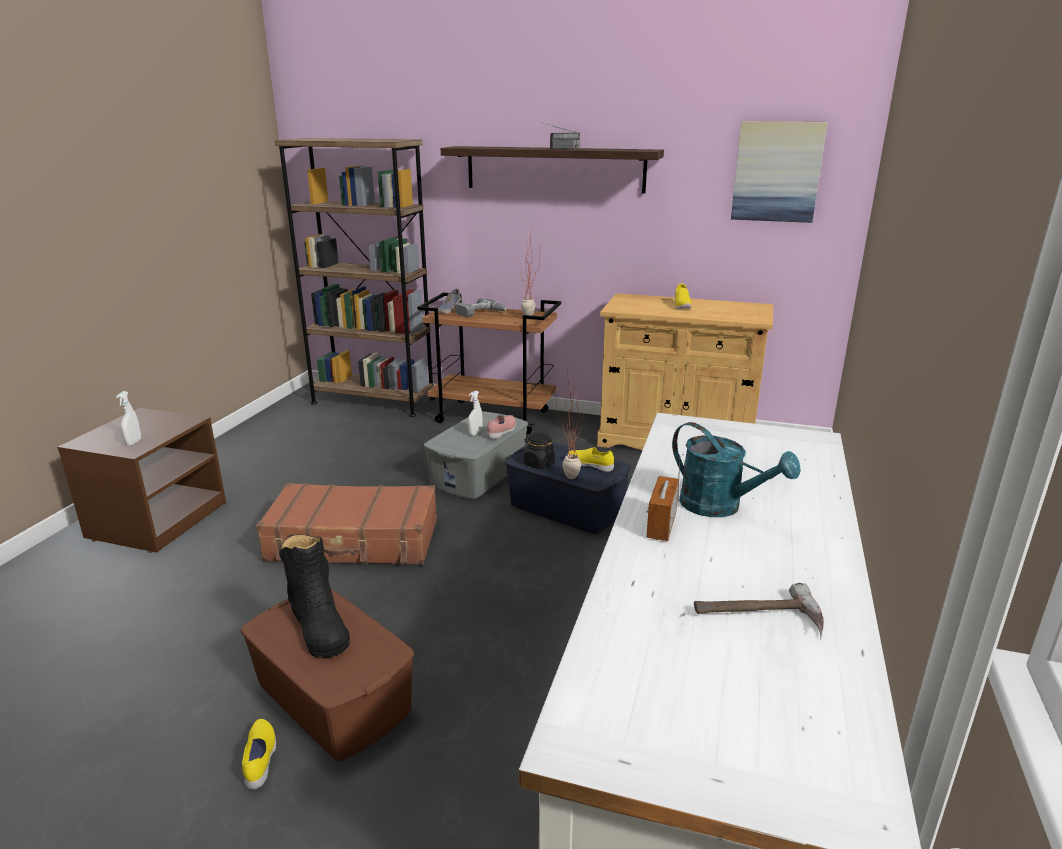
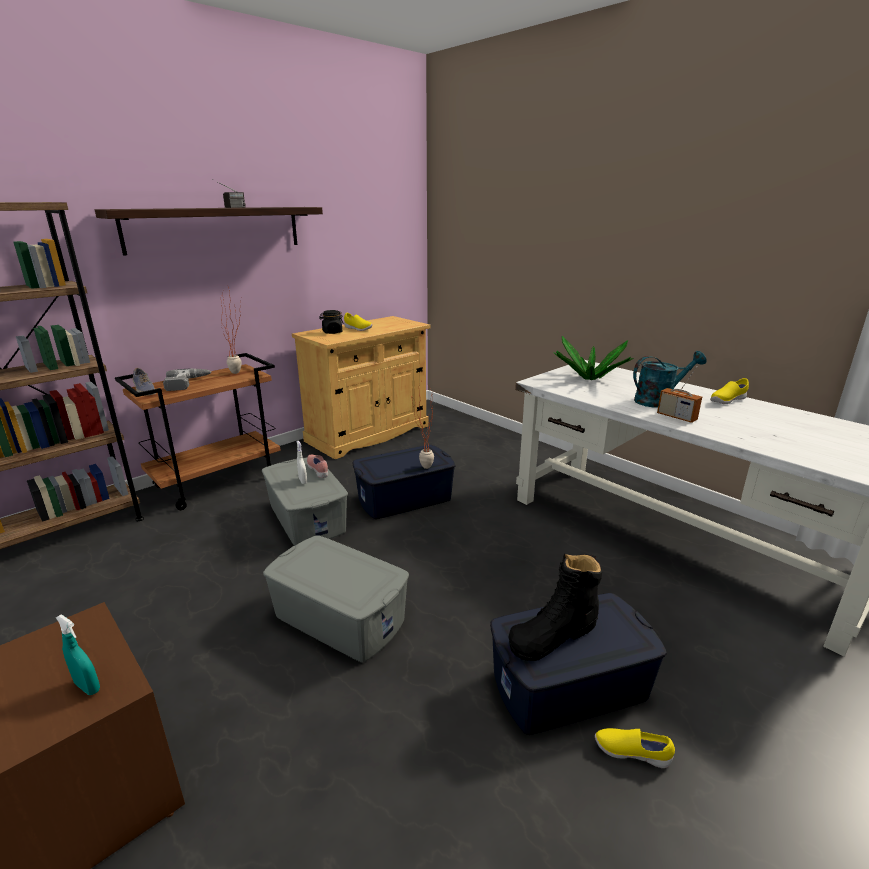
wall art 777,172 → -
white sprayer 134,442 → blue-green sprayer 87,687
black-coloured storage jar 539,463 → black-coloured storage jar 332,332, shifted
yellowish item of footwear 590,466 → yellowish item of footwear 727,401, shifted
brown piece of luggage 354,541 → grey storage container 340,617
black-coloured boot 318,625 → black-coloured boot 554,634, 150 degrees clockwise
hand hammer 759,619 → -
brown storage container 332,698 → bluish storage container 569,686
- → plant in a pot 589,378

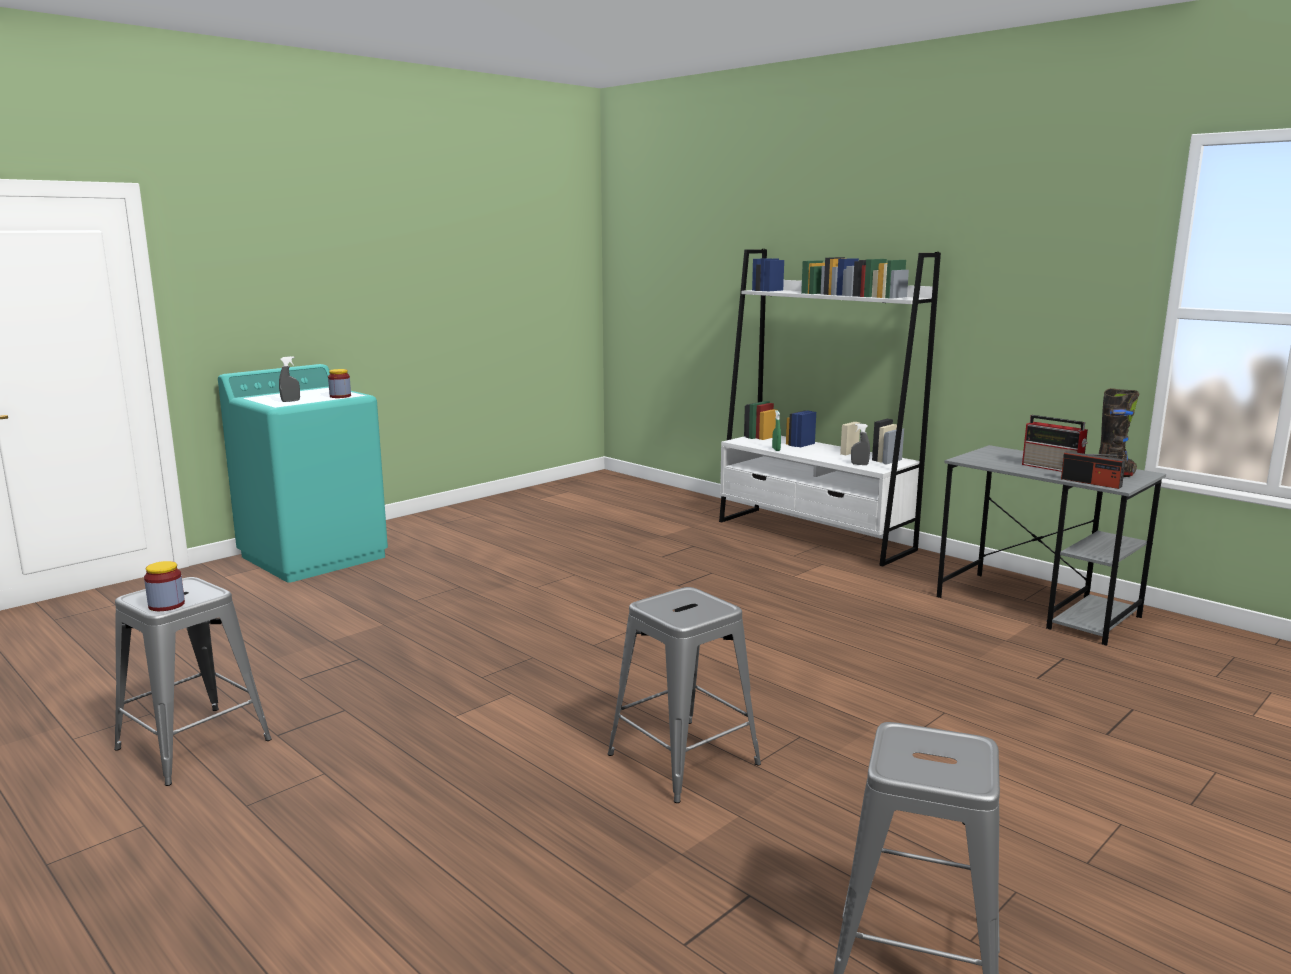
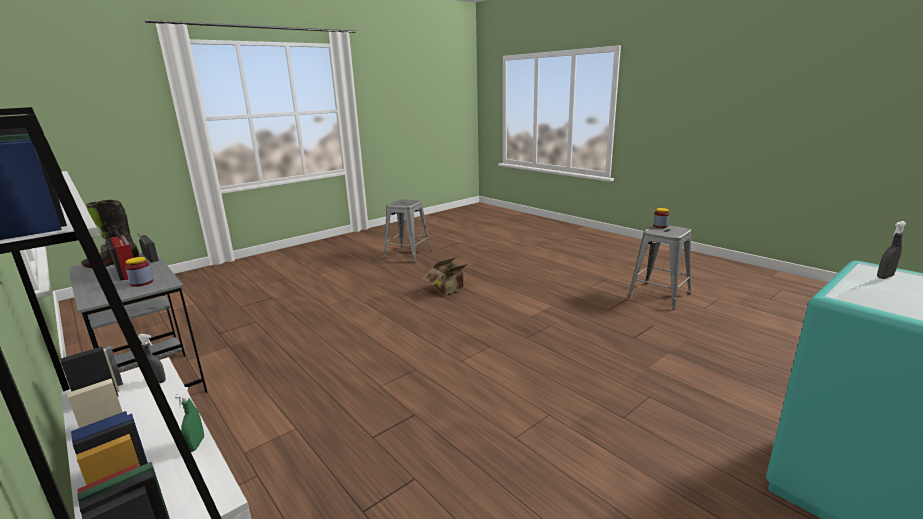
storage jar 340,396 → storage jar 142,283, shifted
grey sitting stool 683,759 → cardboard box 450,290

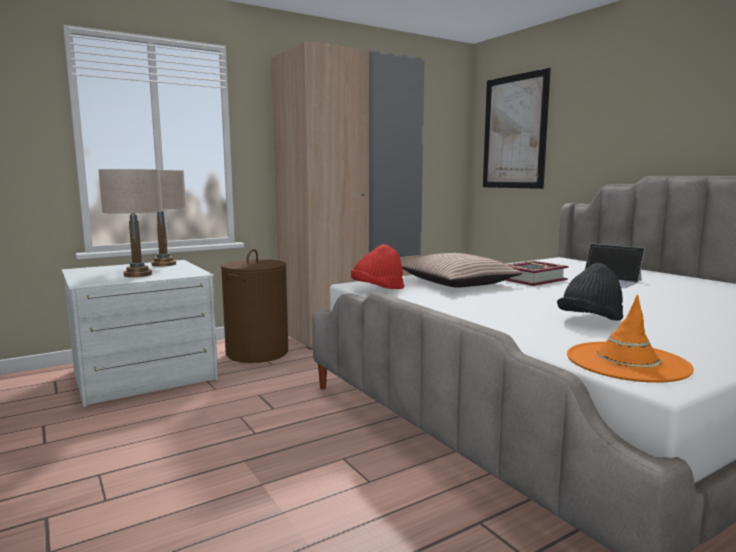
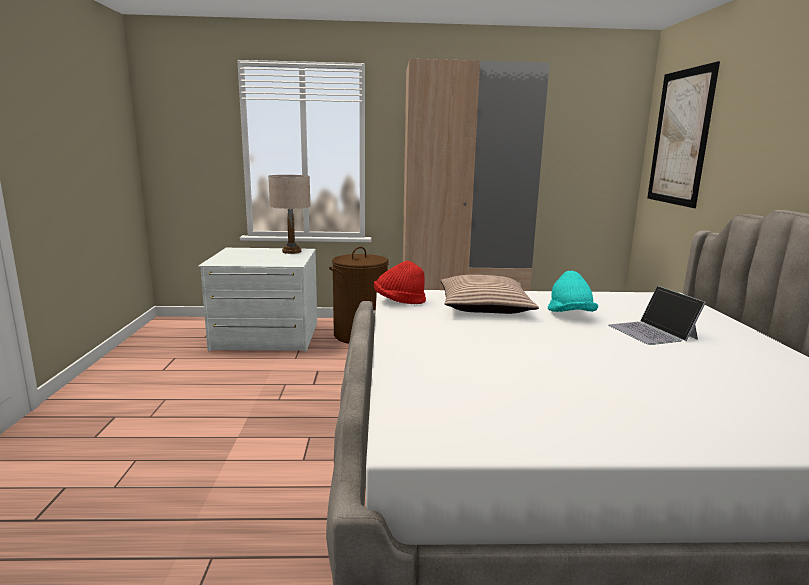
sand-coloured lamp for a table 137,274 → -
bound book 532,279 → blue-green wearable hat 570,315
black-coloured wearable hat 590,321 → -
orange-coloured wearable hat 627,362 → -

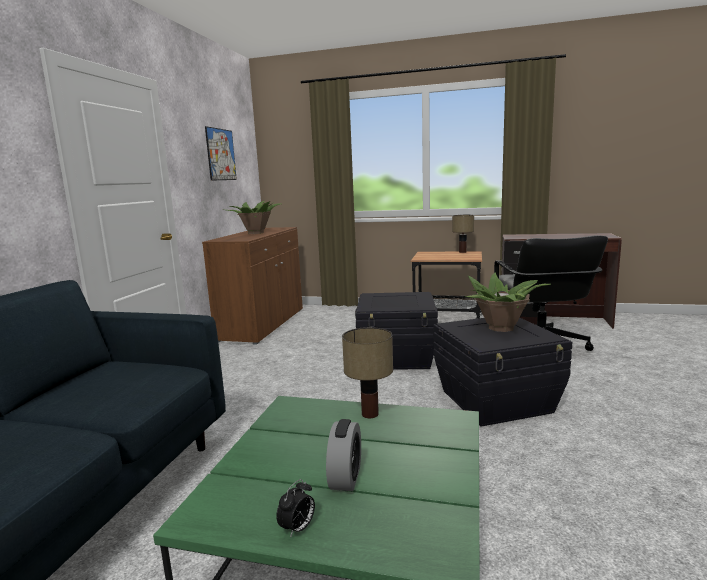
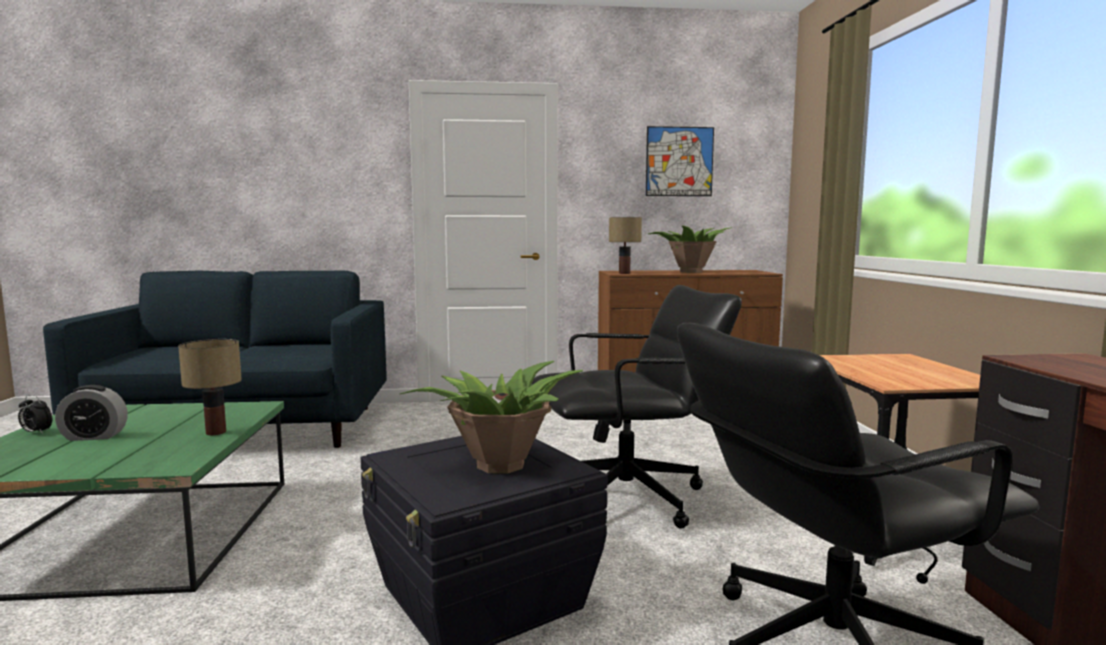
lamp for a table 463,252 → lamp for a table 624,273, shifted
black-coloured storage container 397,357 → black-coloured office chair 628,499

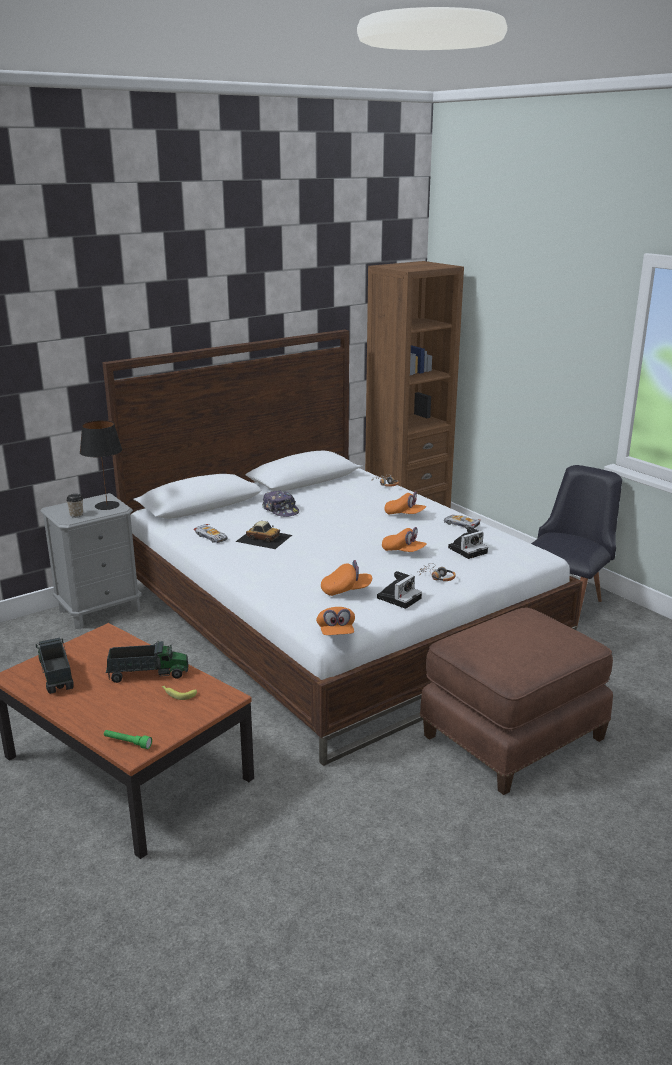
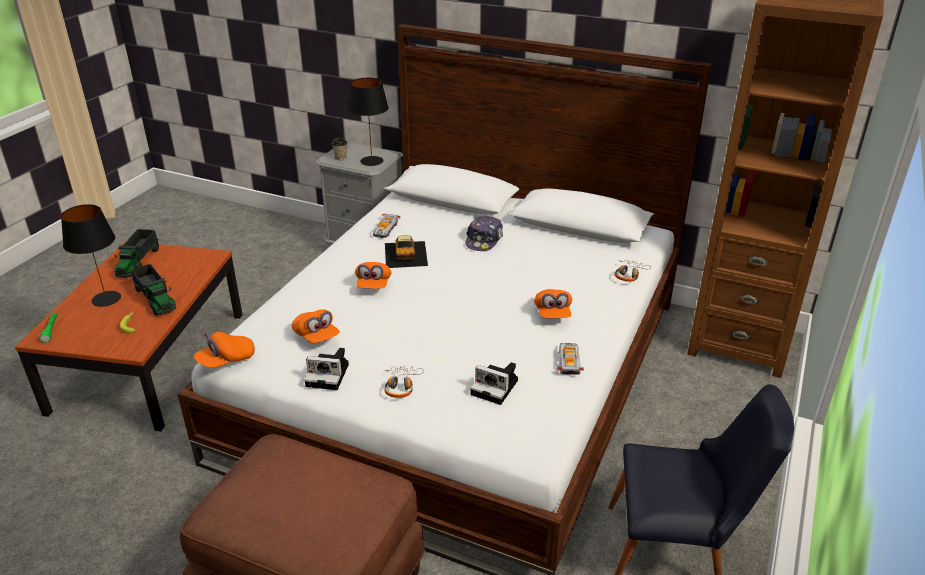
orange-coloured peaked cap 403,551 → orange-coloured peaked cap 373,285, shifted
toy lorry 55,674 → toy lorry 138,262, 150 degrees clockwise
- → black-coloured lamp for a table 105,299

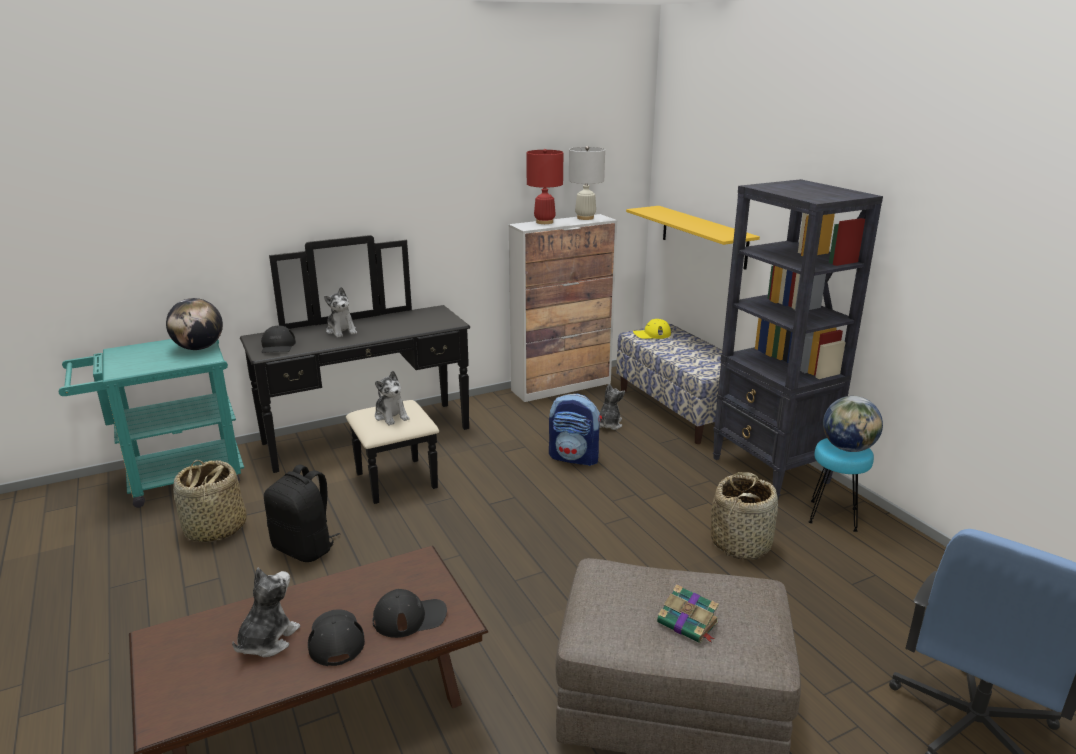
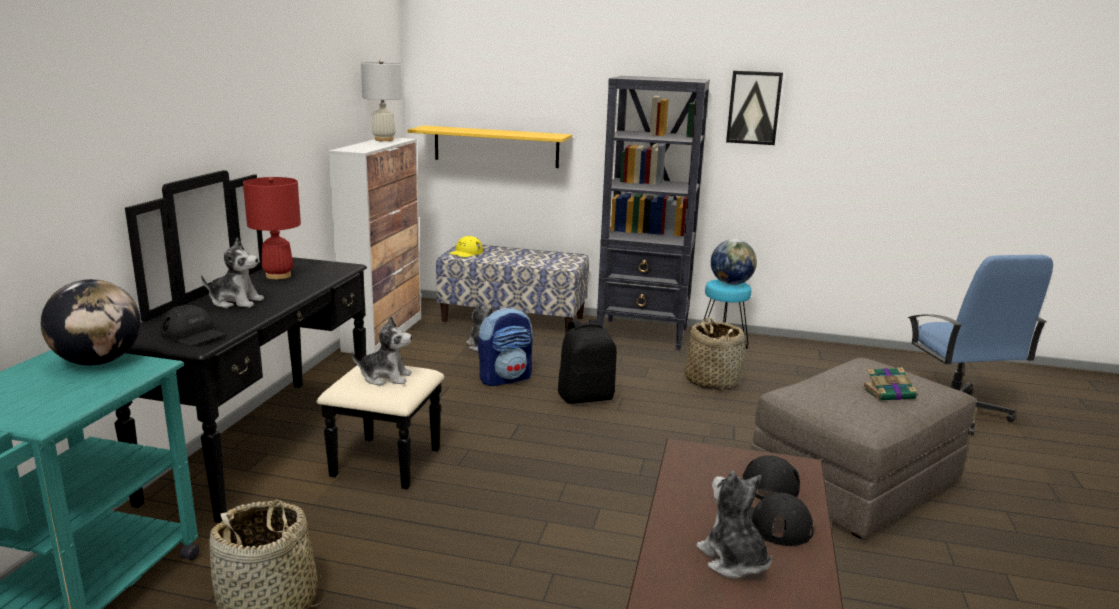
reddish lamp for a table 544,222 → reddish lamp for a table 278,276, shifted
black-coloured knapsack 305,548 → black-coloured knapsack 586,397, shifted
- → wall art 754,107

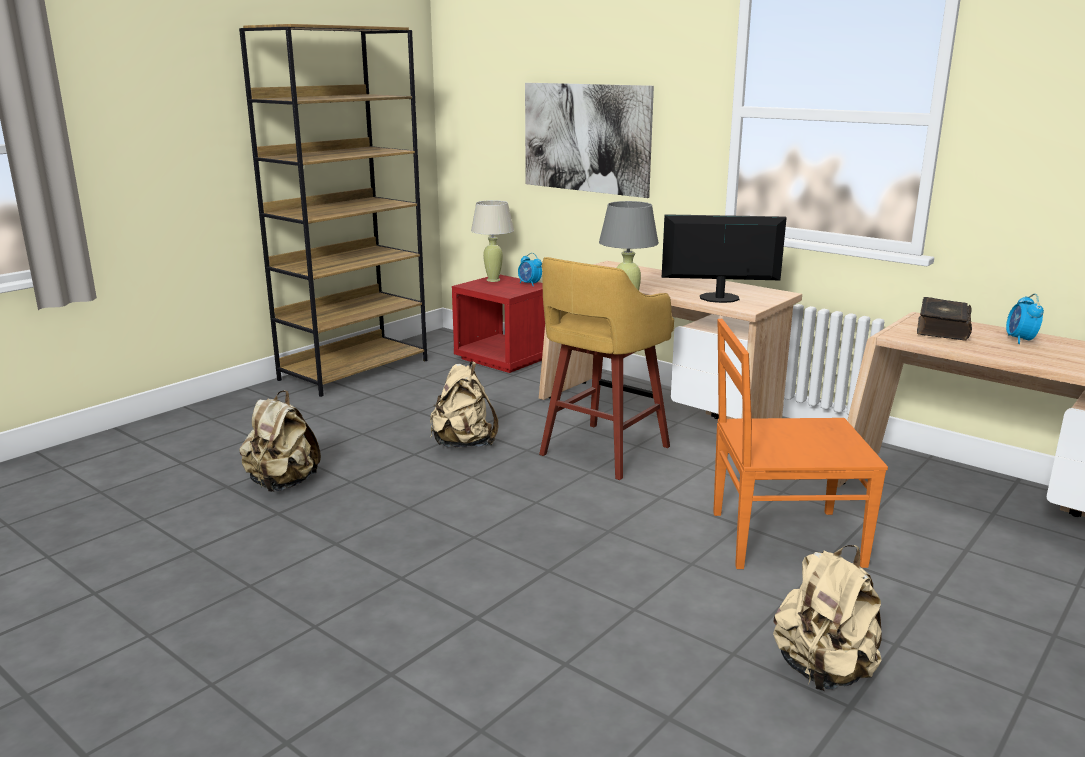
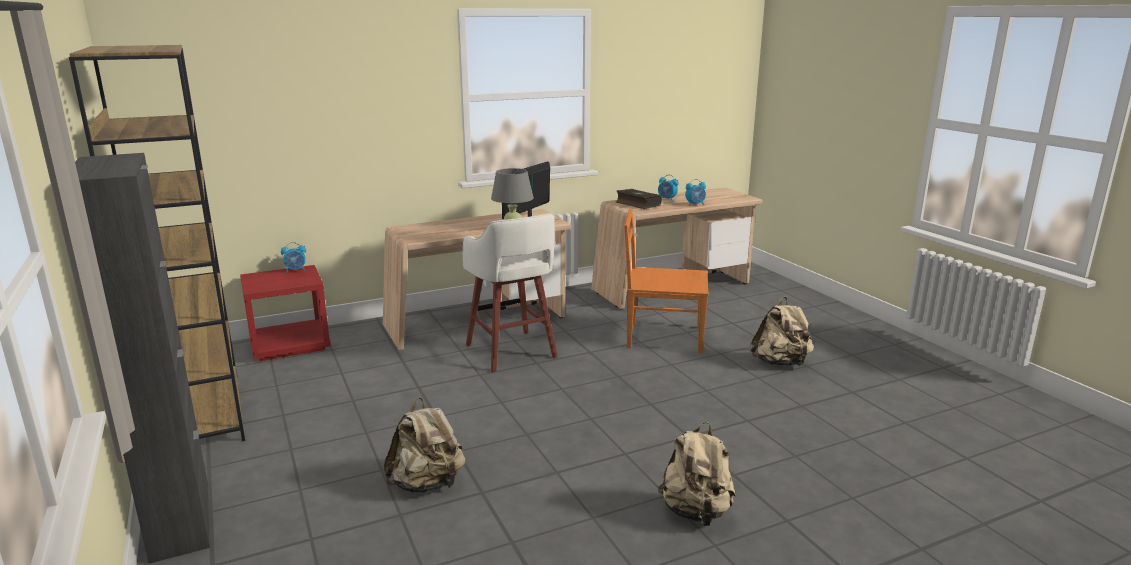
wall art 586,138 → -
sand-coloured lamp for a table 493,280 → -
yellowish sitting stool 602,452 → white sitting stool 511,352
orange-coloured plain chair 781,538 → orange-coloured plain chair 662,337, 75 degrees clockwise
sand-coloured knapsack 464,444 → sand-coloured knapsack 696,512, shifted
- → black-coloured cabinet 180,520
- → alarm clock 695,204

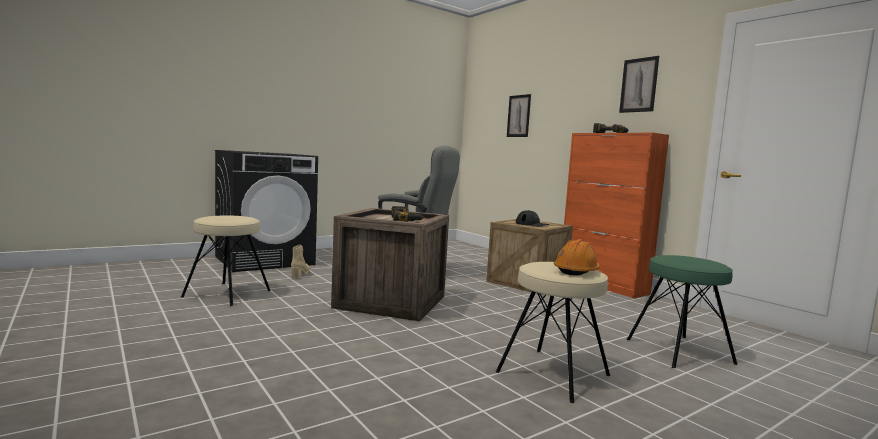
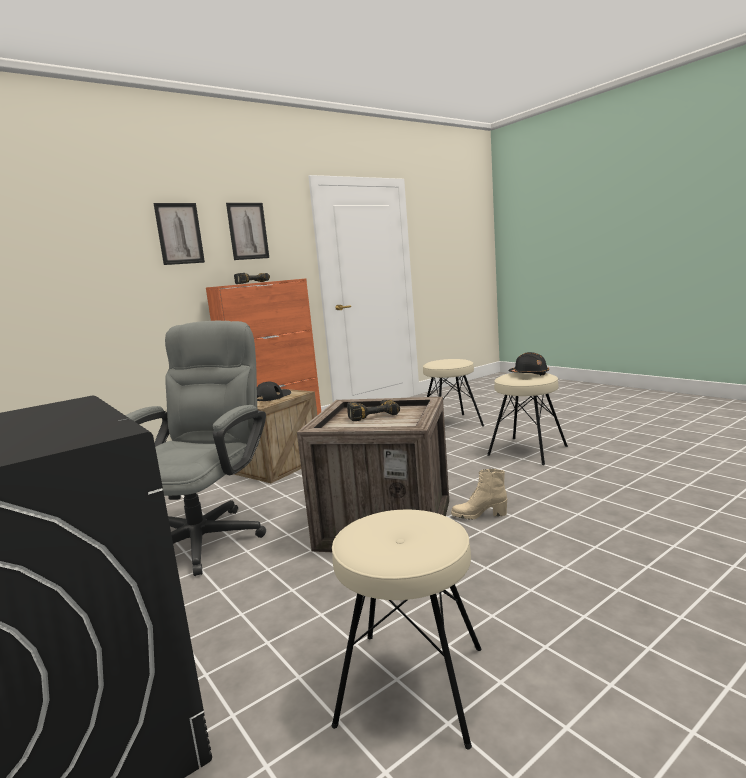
wall art 518,116 → wall art 179,233, shifted
orange-coloured work helmet 576,271 → black-coloured work helmet 529,374
sand-coloured boot 300,274 → sand-coloured boot 479,515, shifted
green sitting stool 679,351 → sand-coloured sitting stool 451,423

